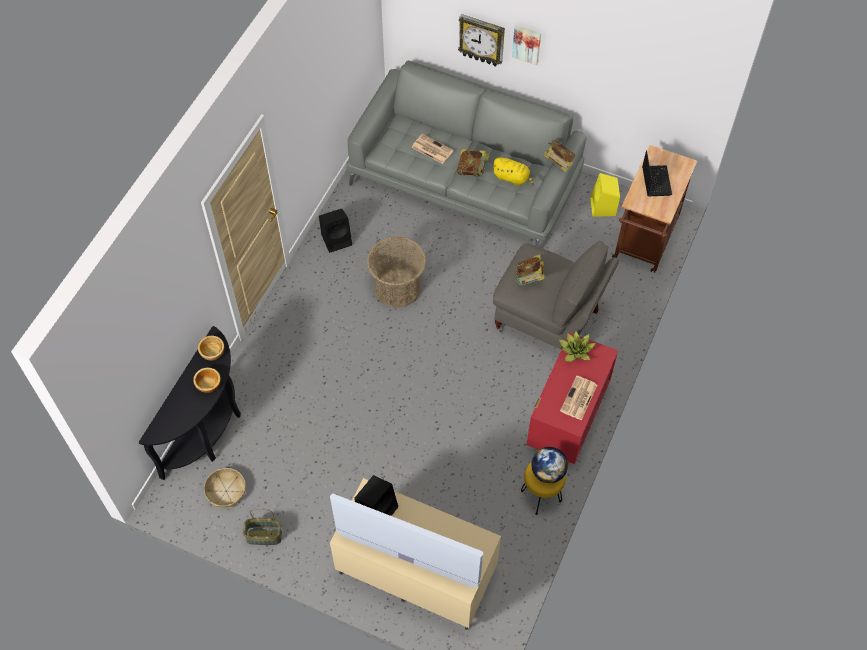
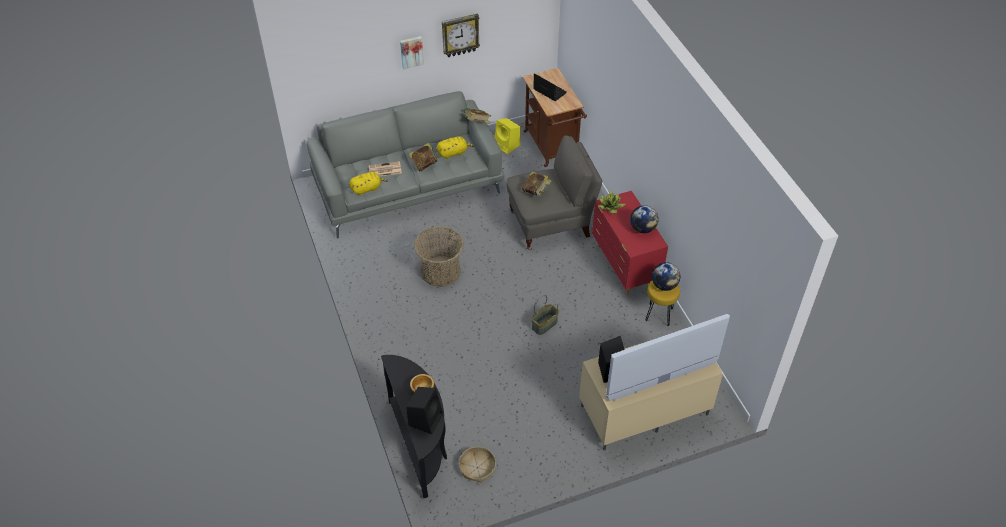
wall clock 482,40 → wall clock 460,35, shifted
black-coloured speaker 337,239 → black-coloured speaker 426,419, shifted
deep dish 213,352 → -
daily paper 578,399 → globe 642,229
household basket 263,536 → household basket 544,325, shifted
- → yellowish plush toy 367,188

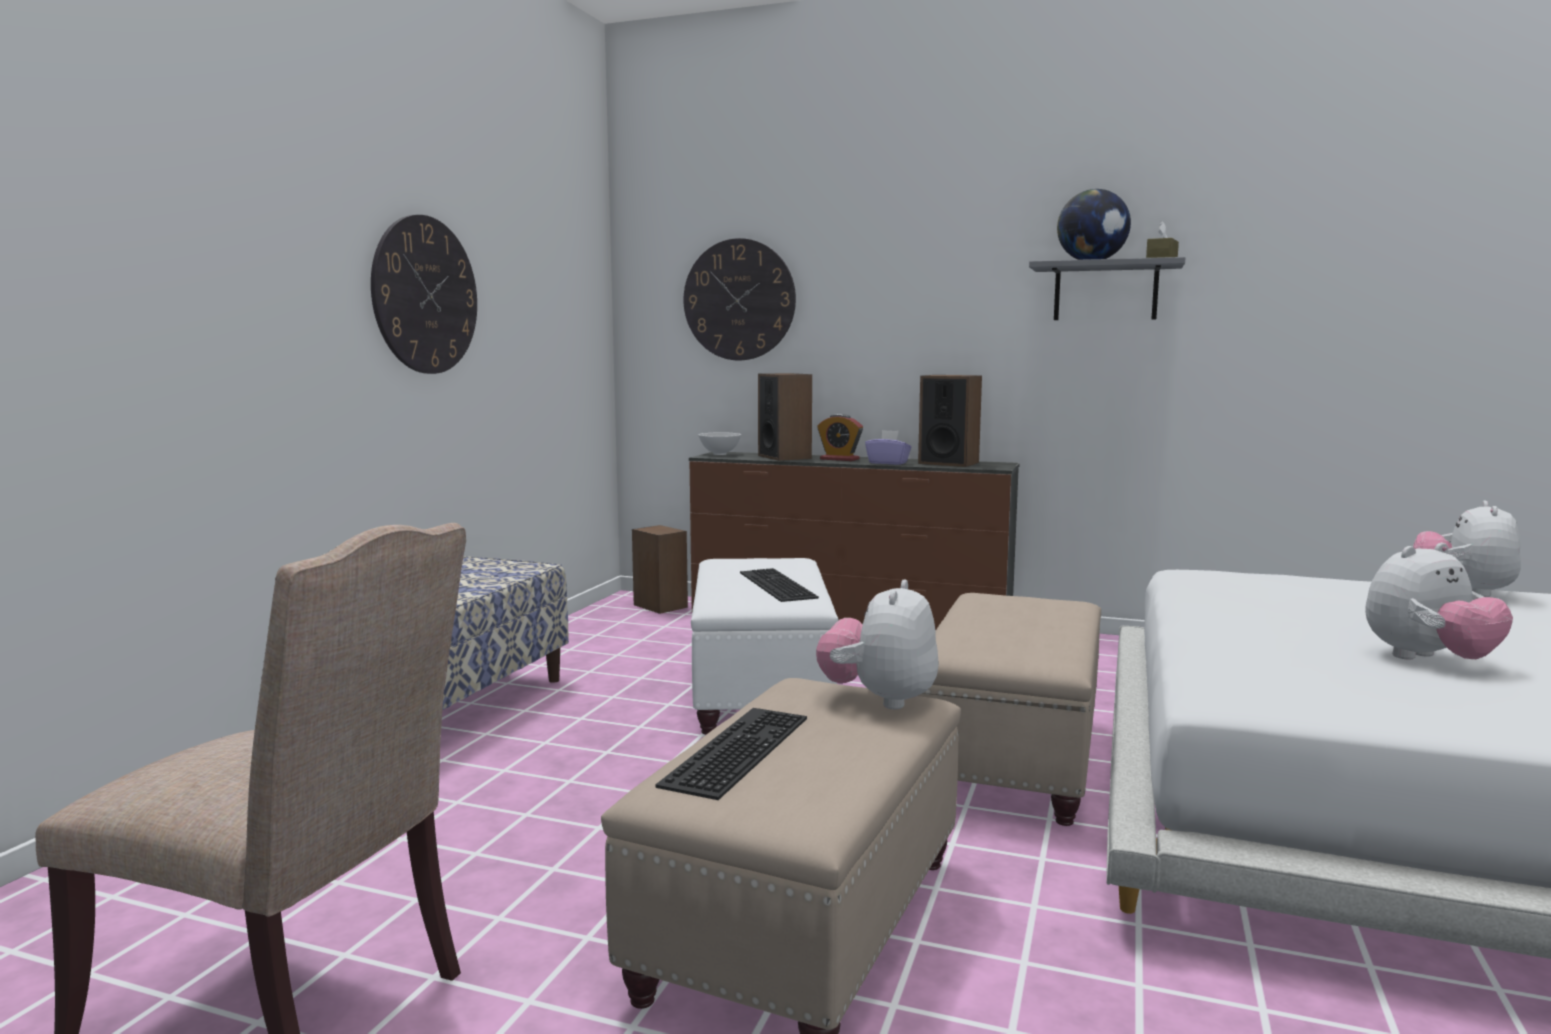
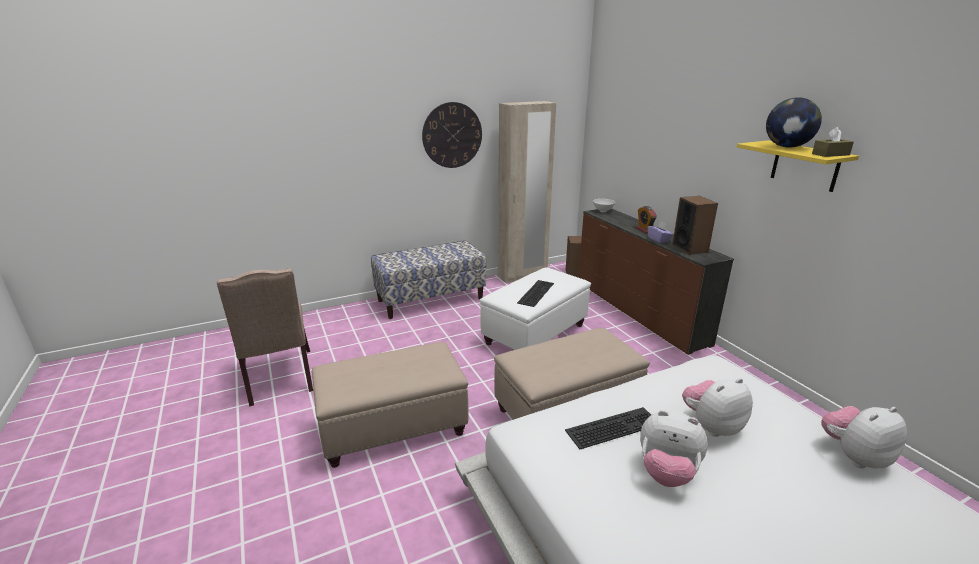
wall clock 739,300 → -
grey shelf 1105,292 → yellowish shelf 805,166
speaker 784,457 → -
plush toy 880,699 → plush toy 711,426, shifted
computer keyboard 734,748 → computer keyboard 612,426, shifted
- → sand-coloured clothes cupboard 522,276

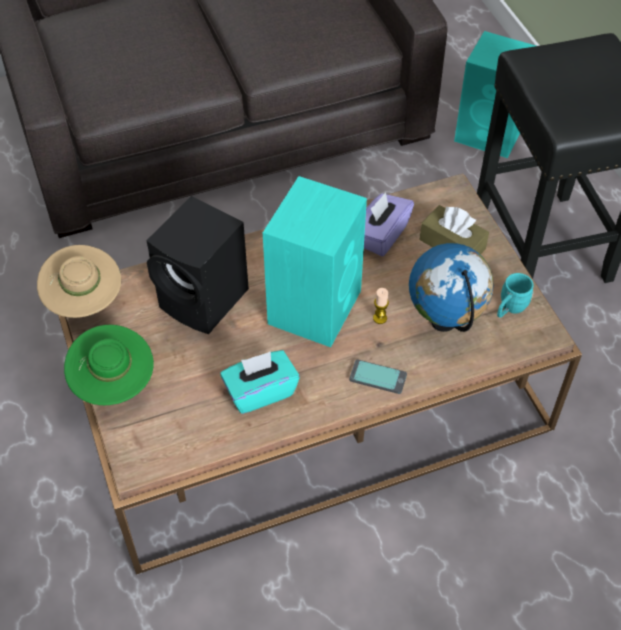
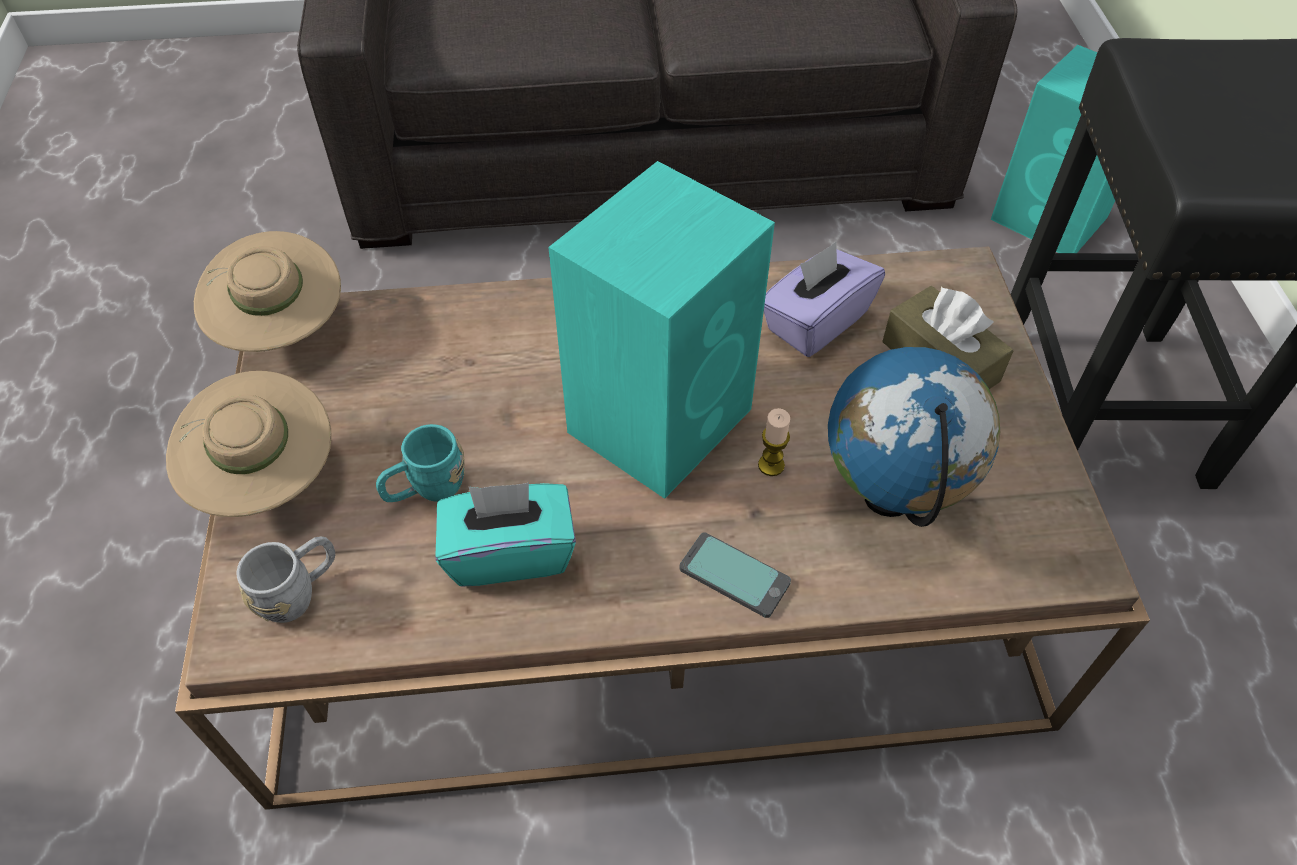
black-coloured speaker 205,300 → -
blue-green mug 509,308 → blue-green mug 426,489, shifted
green wearable hat 114,384 → sand-coloured wearable hat 266,480
- → grey mug 299,592

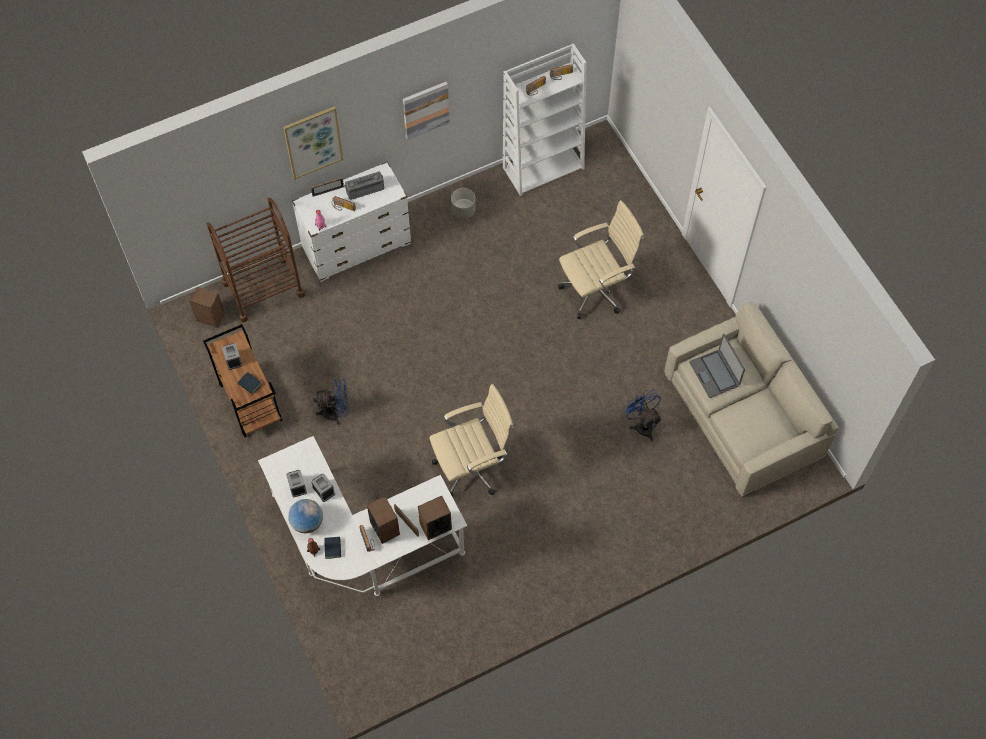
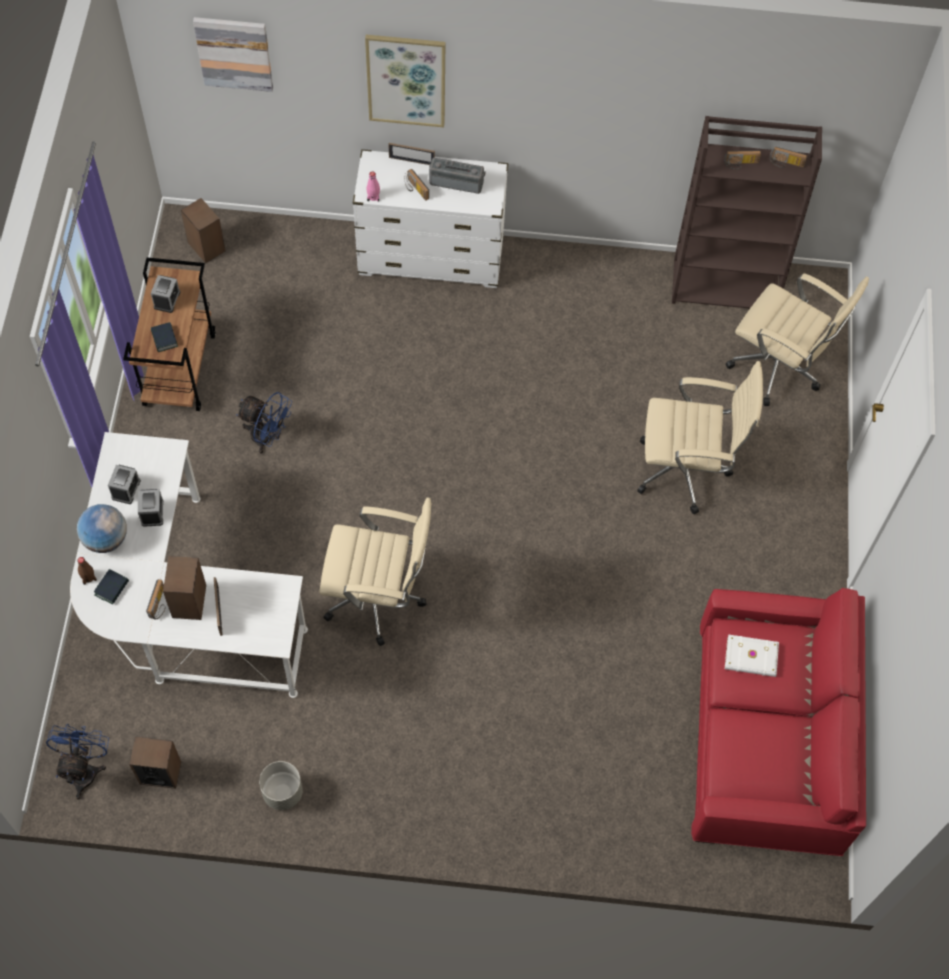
white shelving unit 543,167 → brown shelving unit 726,284
wall art 425,109 → wall art 234,53, shifted
grey plant pot 463,210 → grey plant pot 282,792, shifted
brown wheeled cart 263,289 → -
sand-coloured sofa 744,415 → reddish sofa 770,737
notebook computer 715,374 → white bound book 751,658
bluish cooling fan 642,424 → bluish cooling fan 84,769, shifted
speaker 435,526 → speaker 160,772, shifted
- → sand-coloured office chair 779,369

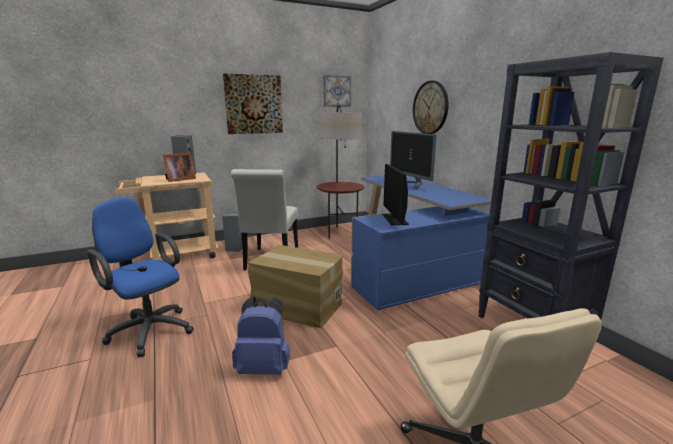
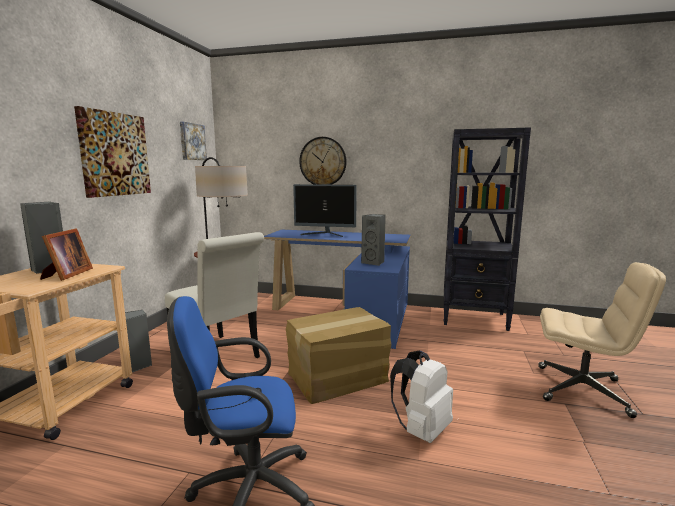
computer display 394,219 → grey speaker 374,262
bluish knapsack 264,367 → white knapsack 421,430

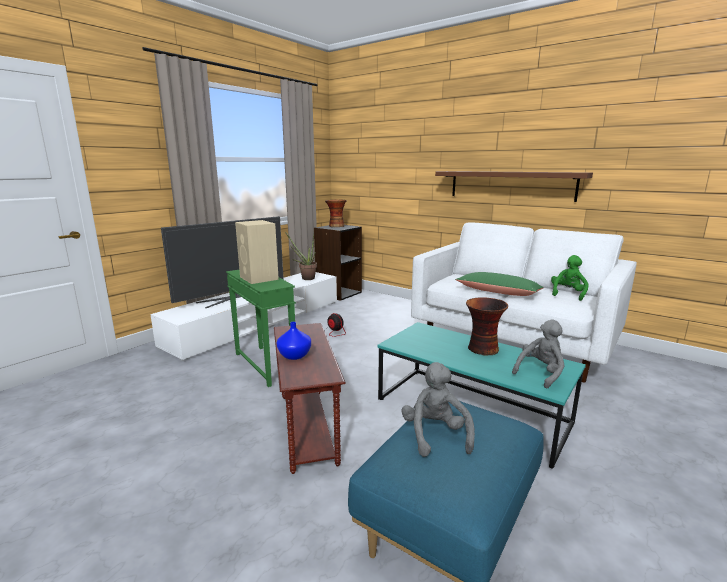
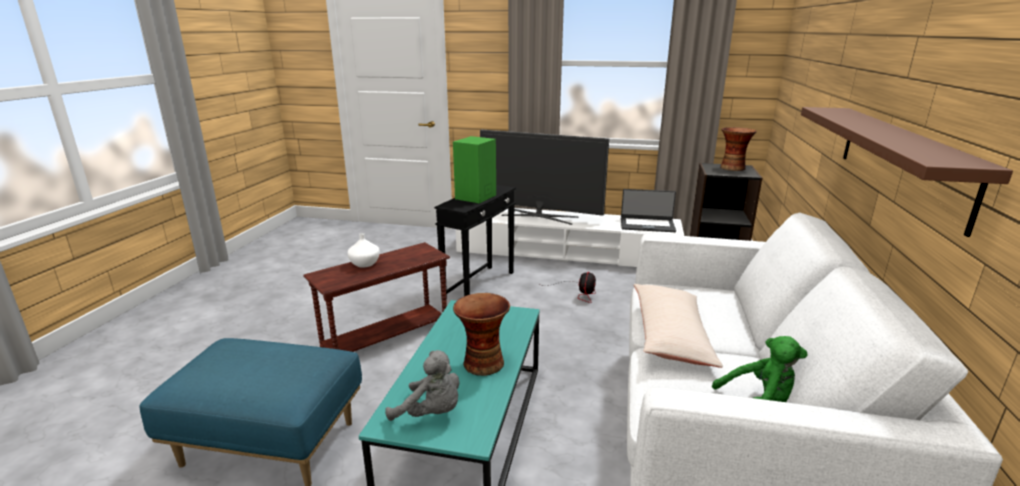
sand-coloured speaker 259,278 → green speaker 475,197
plant in a pot 305,278 → notebook computer 647,225
green end table 265,365 → black-coloured end table 480,285
green throw pillow 498,292 → sand-coloured throw pillow 671,335
bluish decorative vase 294,355 → white decorative vase 365,264
grey plush toy 435,435 → -

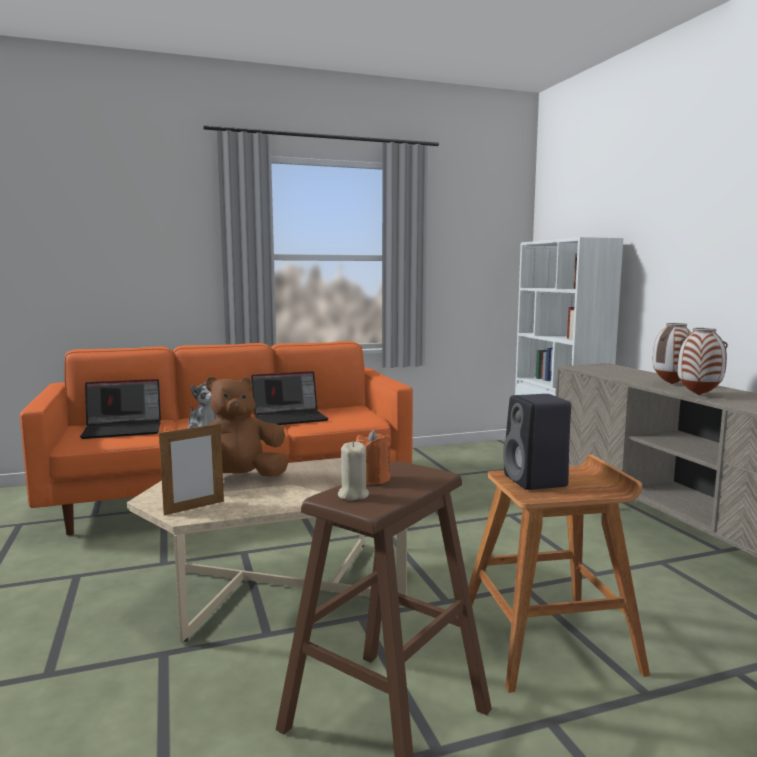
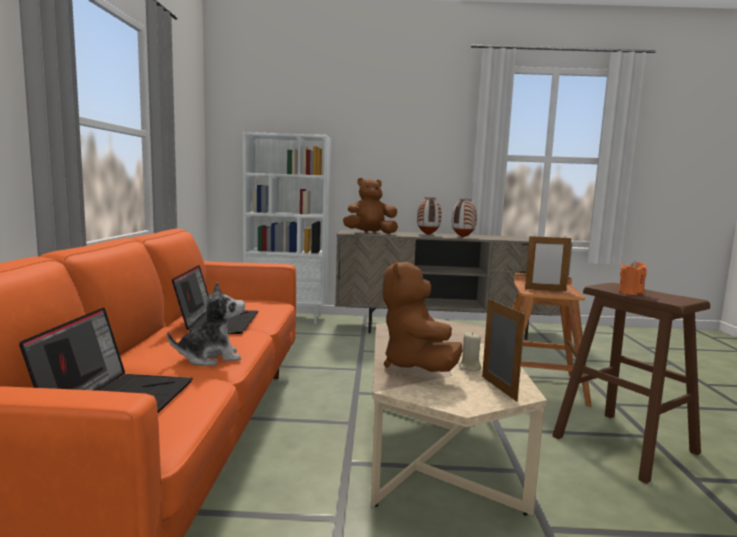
black-coloured speaker 536,481 → photo frame 545,290
sand-coloured wax candle 353,495 → sand-coloured wax candle 469,367, shifted
- → brown plush toy 370,233

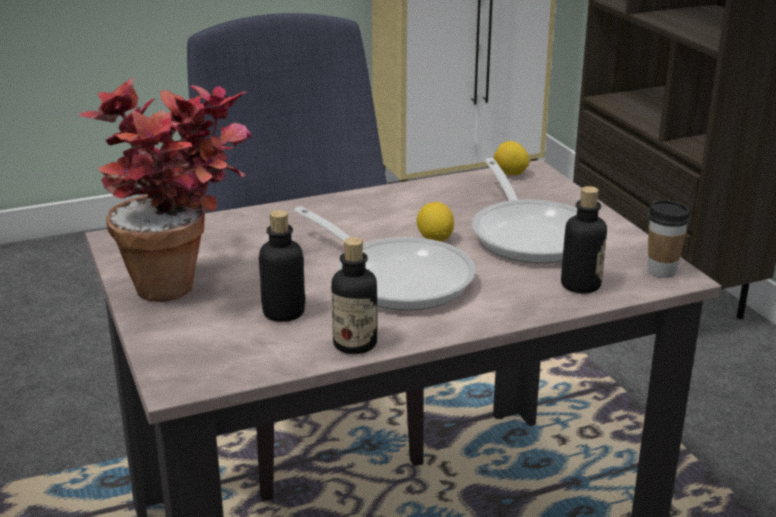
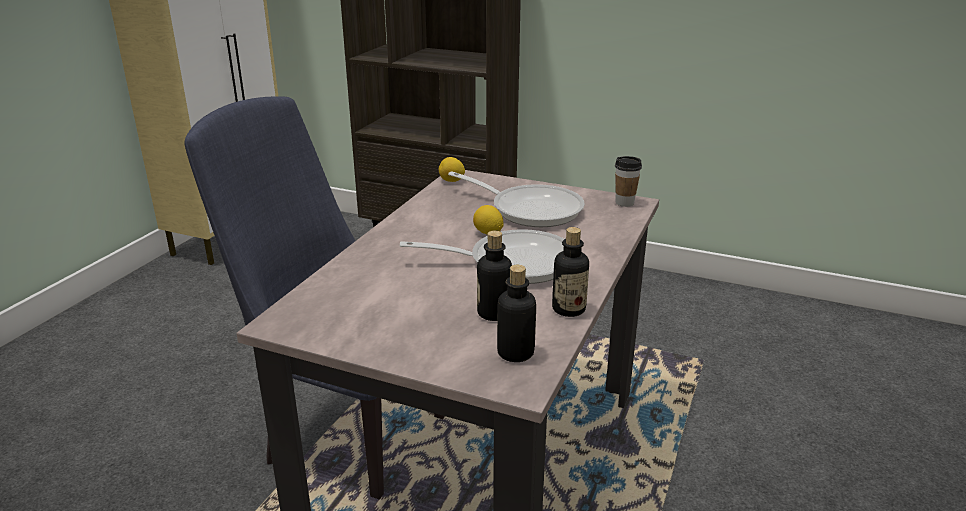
plant in a pot 186,285 → -
bottle 580,285 → bottle 515,353, shifted

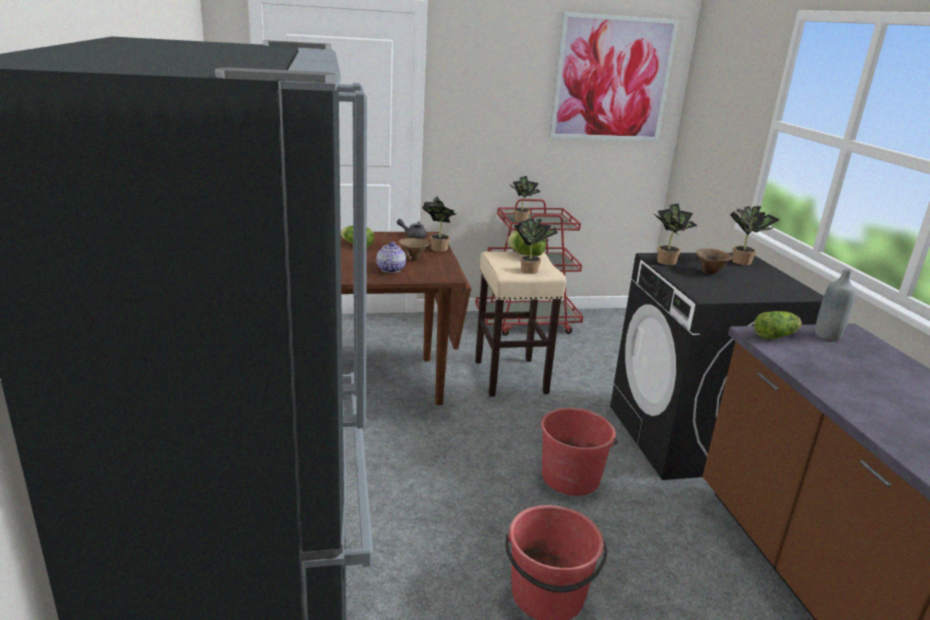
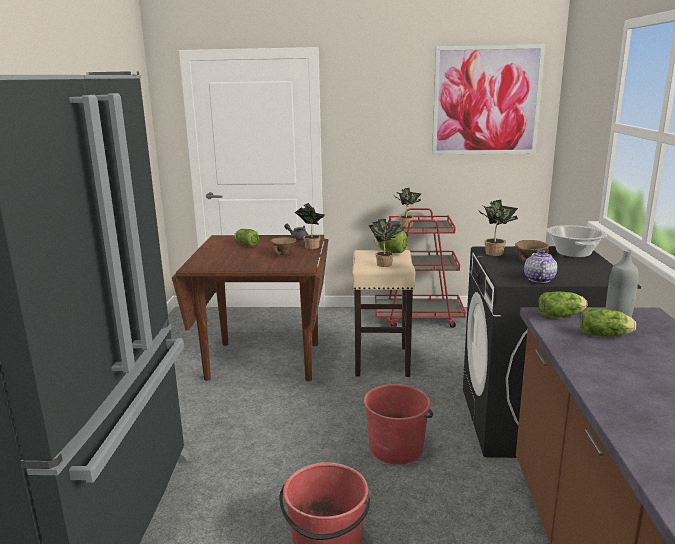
plant in a pot 743,261 → stockpot 574,253
pot for tea 390,269 → pot for tea 538,279, shifted
- → lettuce head 606,335

